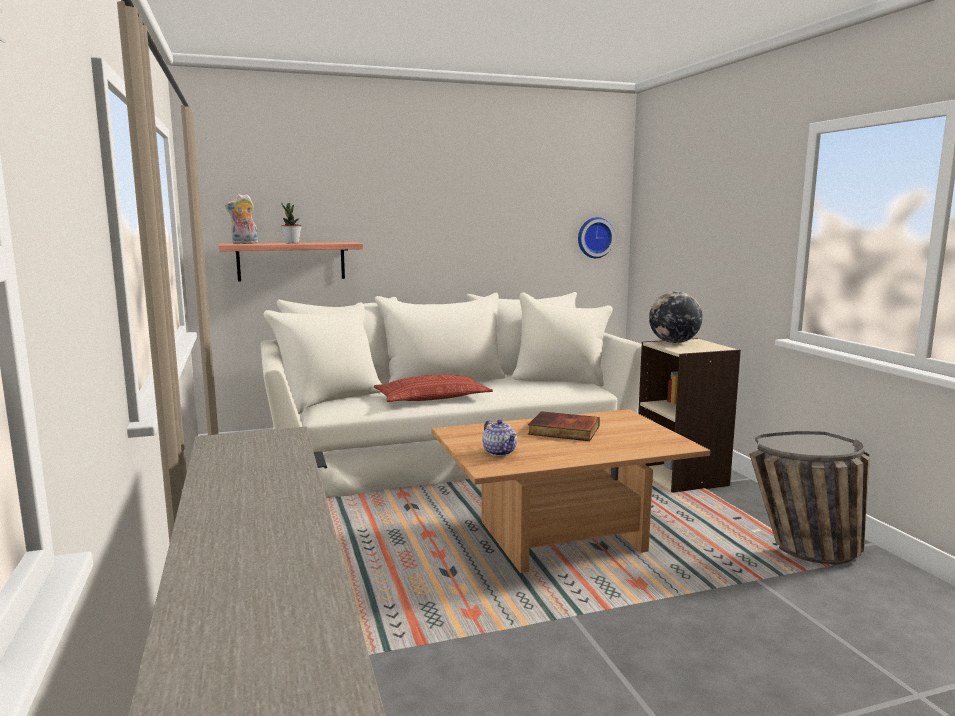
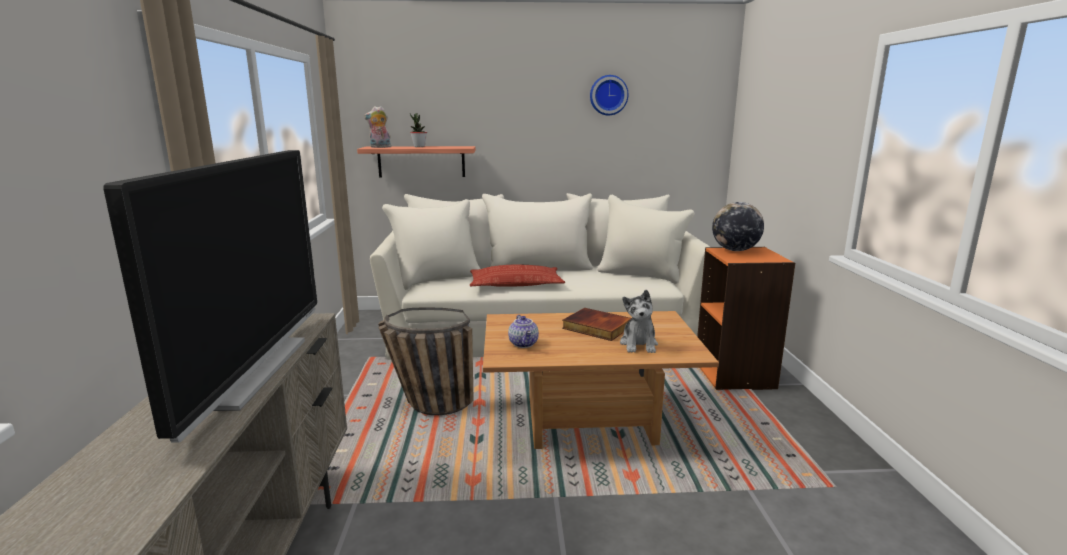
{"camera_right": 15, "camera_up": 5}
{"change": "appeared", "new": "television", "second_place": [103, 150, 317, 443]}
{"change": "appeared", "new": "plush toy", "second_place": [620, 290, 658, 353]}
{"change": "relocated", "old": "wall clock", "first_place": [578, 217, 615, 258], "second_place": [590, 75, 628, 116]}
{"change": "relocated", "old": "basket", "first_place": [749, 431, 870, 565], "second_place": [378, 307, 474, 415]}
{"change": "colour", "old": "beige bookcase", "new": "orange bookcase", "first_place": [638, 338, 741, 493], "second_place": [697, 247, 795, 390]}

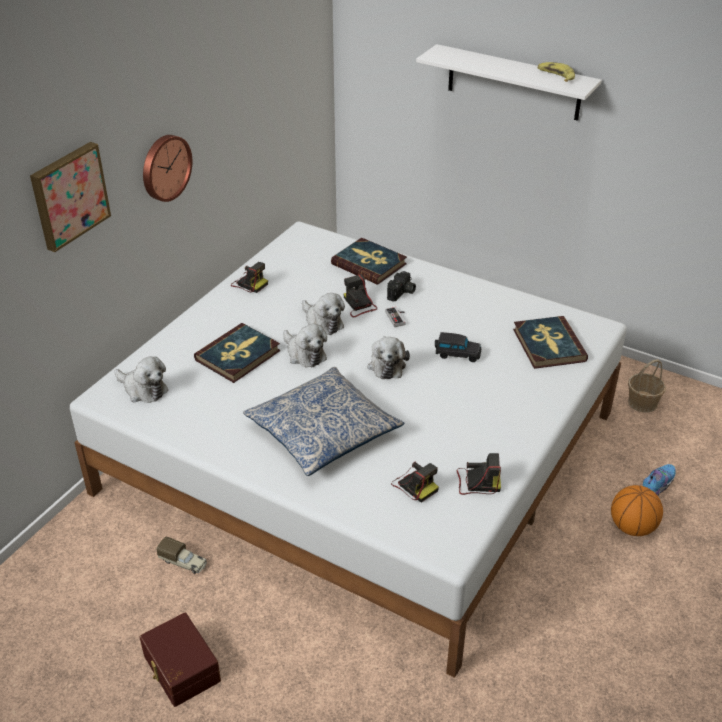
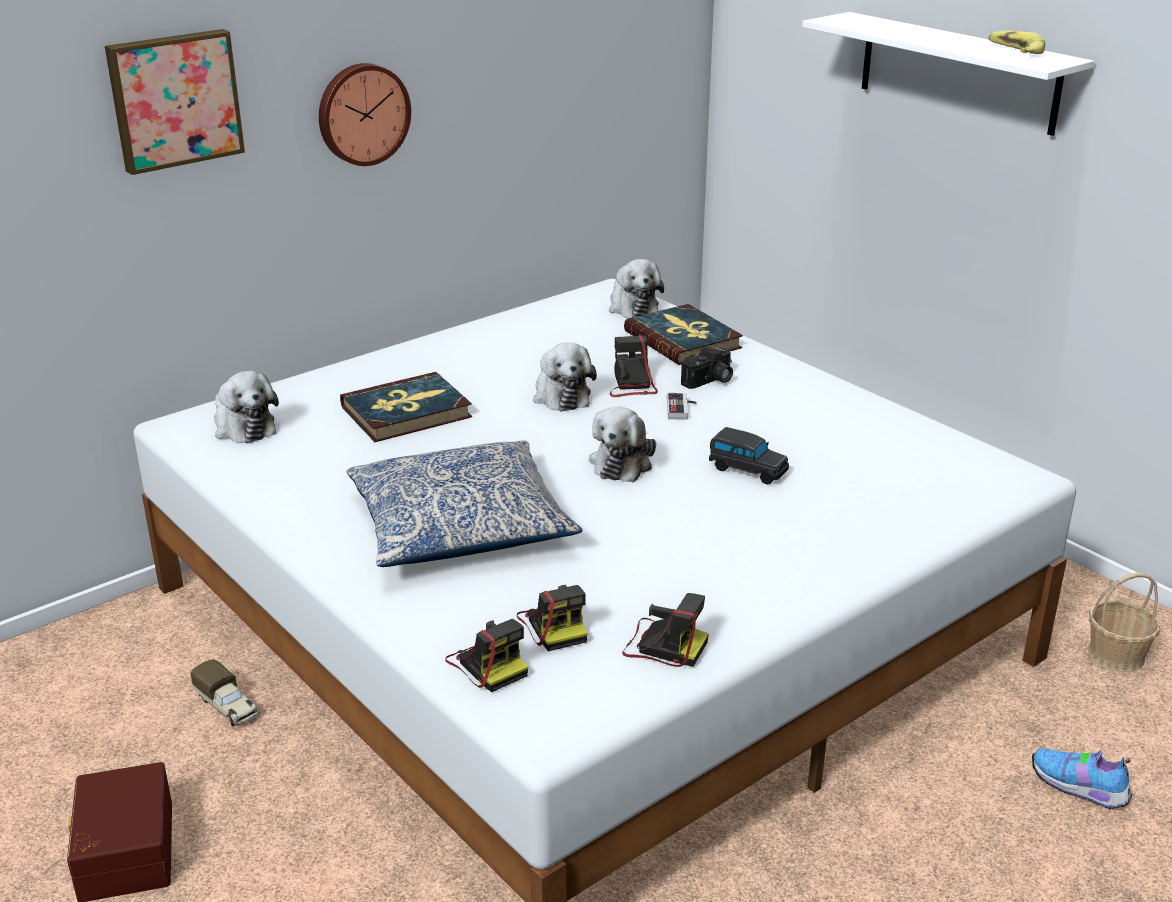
{"camera_right": 20, "camera_up": -10}
{"change": "missing", "old": "book", "first_place": [513, 316, 588, 369]}
{"change": "missing", "old": "basketball", "first_place": [611, 485, 663, 536]}
{"change": "relocated", "old": "photo camera", "first_place": [231, 262, 268, 293], "second_place": [445, 619, 528, 692]}
{"change": "relocated", "old": "plush toy", "first_place": [283, 324, 327, 367], "second_place": [609, 259, 664, 318]}
{"change": "spun", "old": "shoe", "first_place": [642, 464, 676, 496], "second_place": [1032, 748, 1133, 809], "degrees": -120}

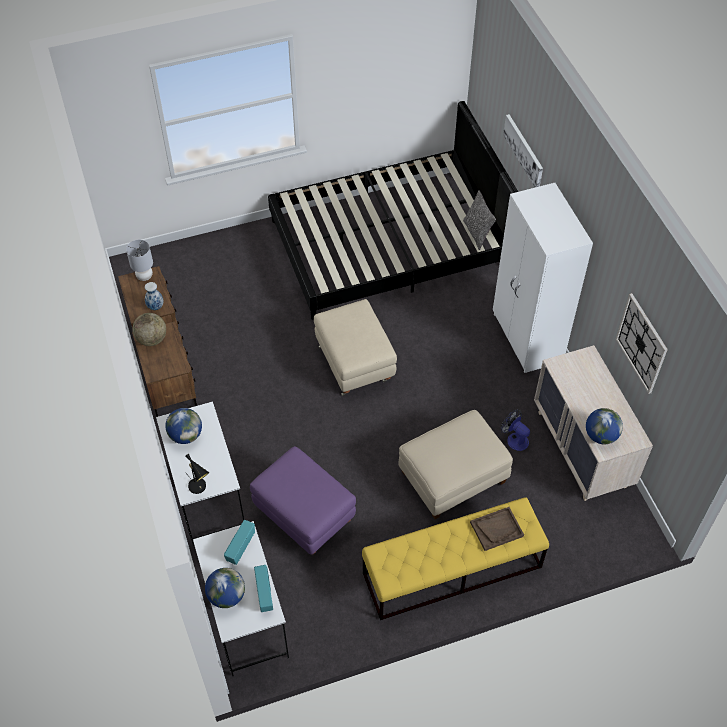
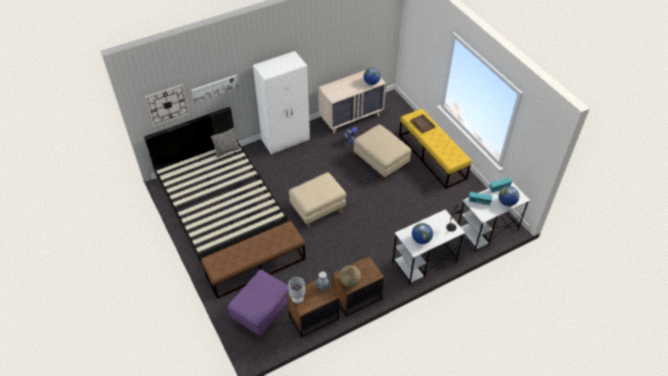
{"camera_right": -100, "camera_up": -5}
{"change": "appeared", "new": "brown bench", "second_place": [201, 221, 305, 299]}
{"change": "relocated", "old": "purple ottoman", "first_place": [250, 446, 356, 555], "second_place": [228, 269, 289, 336]}
{"change": "relocated", "old": "wall clock", "first_place": [616, 293, 668, 394], "second_place": [145, 84, 189, 126]}

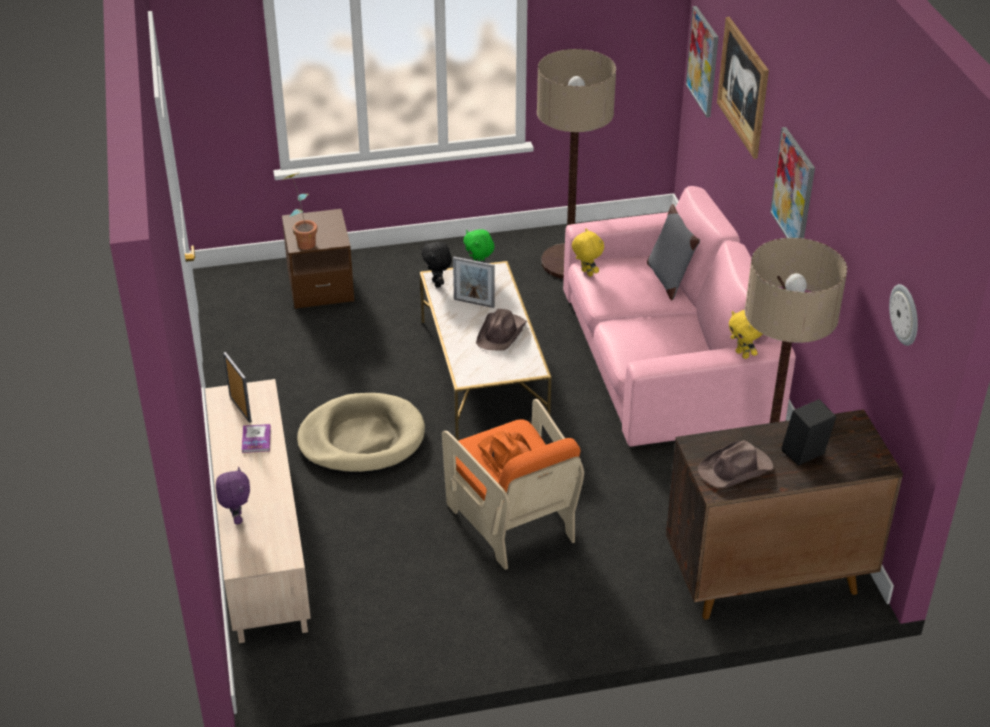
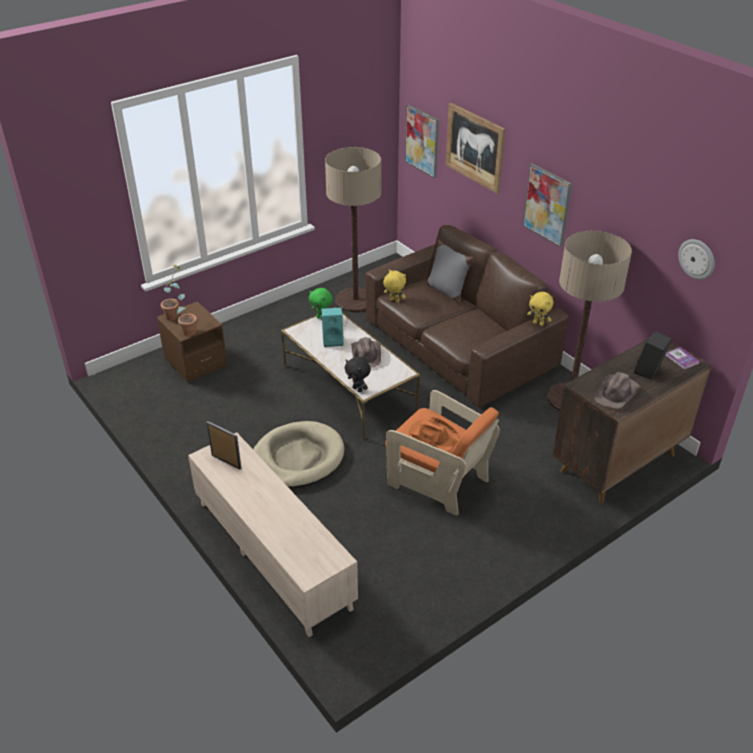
{"camera_right": -25, "camera_up": 0}
{"change": "missing", "old": "purple plush toy", "first_place": [216, 467, 250, 524]}
{"change": "appeared", "new": "potted plant", "second_place": [161, 264, 184, 321]}
{"change": "relocated", "old": "book", "first_place": [242, 424, 271, 453], "second_place": [665, 347, 700, 370]}
{"change": "relocated", "old": "black plush toy", "first_place": [422, 241, 452, 288], "second_place": [344, 357, 371, 393]}
{"change": "exchanged", "old": "picture frame", "new": "turquoise speaker", "first_place": [453, 257, 495, 308], "second_place": [321, 308, 344, 347]}
{"change": "colour", "old": "pink sofa", "new": "brown sofa", "first_place": [563, 186, 796, 447], "second_place": [366, 225, 568, 407]}

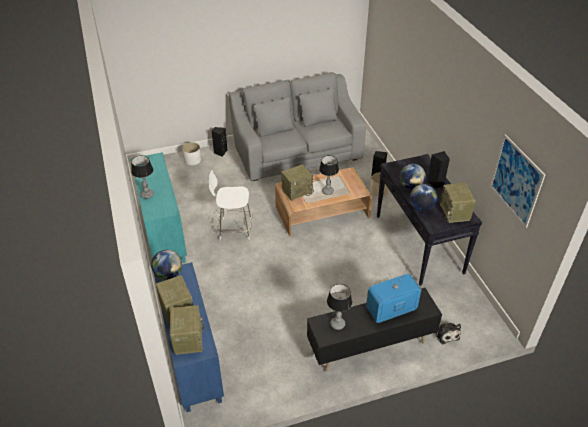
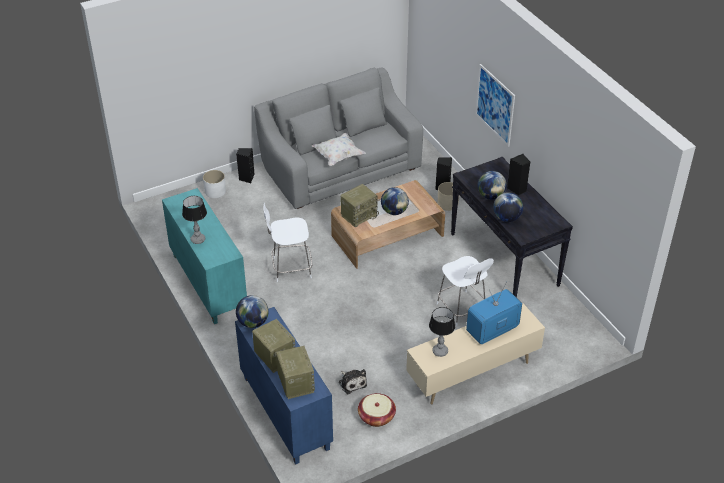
{"camera_right": -10, "camera_up": 0}
{"change": "missing", "old": "radio", "first_place": [440, 183, 476, 223]}
{"change": "appeared", "new": "white pillow", "second_place": [312, 133, 366, 166]}
{"change": "appeared", "new": "basket", "second_place": [358, 393, 396, 427]}
{"change": "appeared", "new": "white stool", "second_place": [437, 256, 494, 326]}
{"change": "relocated", "old": "plush toy", "first_place": [435, 323, 461, 344], "second_place": [339, 369, 367, 394]}
{"change": "relocated", "old": "picture", "first_place": [490, 134, 545, 228], "second_place": [475, 64, 515, 147]}
{"change": "exchanged", "old": "table lamp", "new": "globe", "first_place": [319, 155, 339, 195], "second_place": [381, 187, 409, 215]}
{"change": "colour", "old": "black tv stand", "new": "beige tv stand", "first_place": [307, 288, 442, 371], "second_place": [406, 303, 545, 405]}

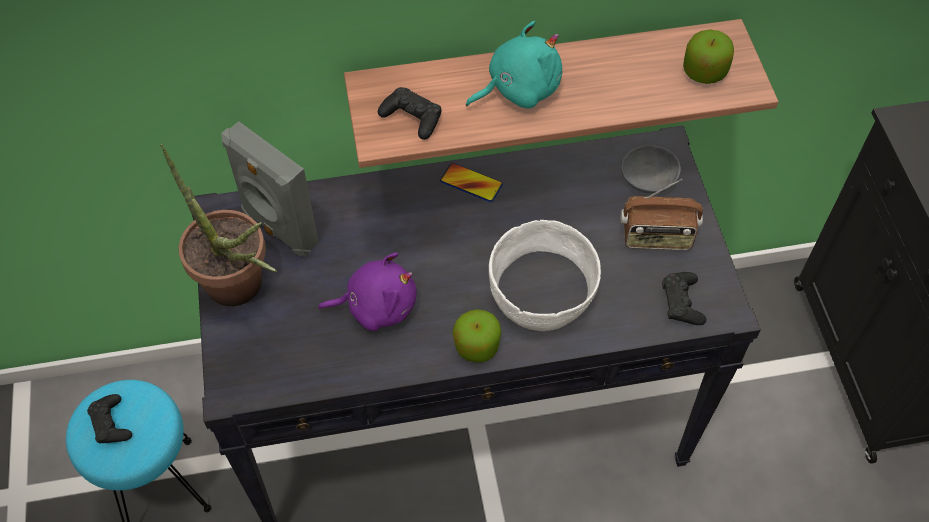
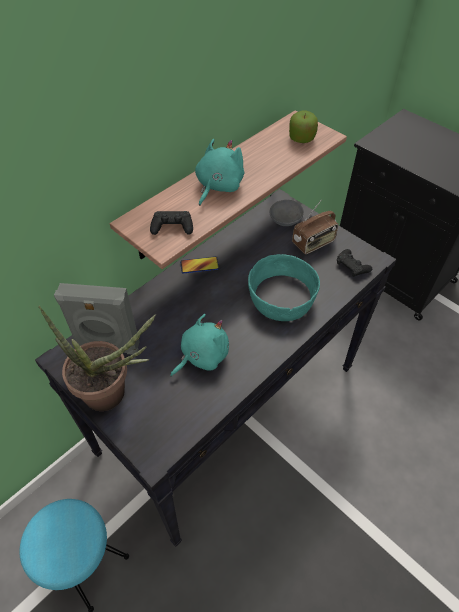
{"camera_right": -35, "camera_up": -5}
{"change": "missing", "old": "black game controller", "first_place": [87, 394, 132, 443]}
{"change": "missing", "old": "apple", "first_place": [452, 309, 501, 363]}
{"change": "colour", "old": "purple plush toy", "new": "turquoise plush toy", "first_place": [318, 253, 416, 331], "second_place": [170, 314, 229, 377]}
{"change": "colour", "old": "white bowl", "new": "turquoise bowl", "first_place": [489, 220, 601, 331], "second_place": [248, 254, 320, 321]}

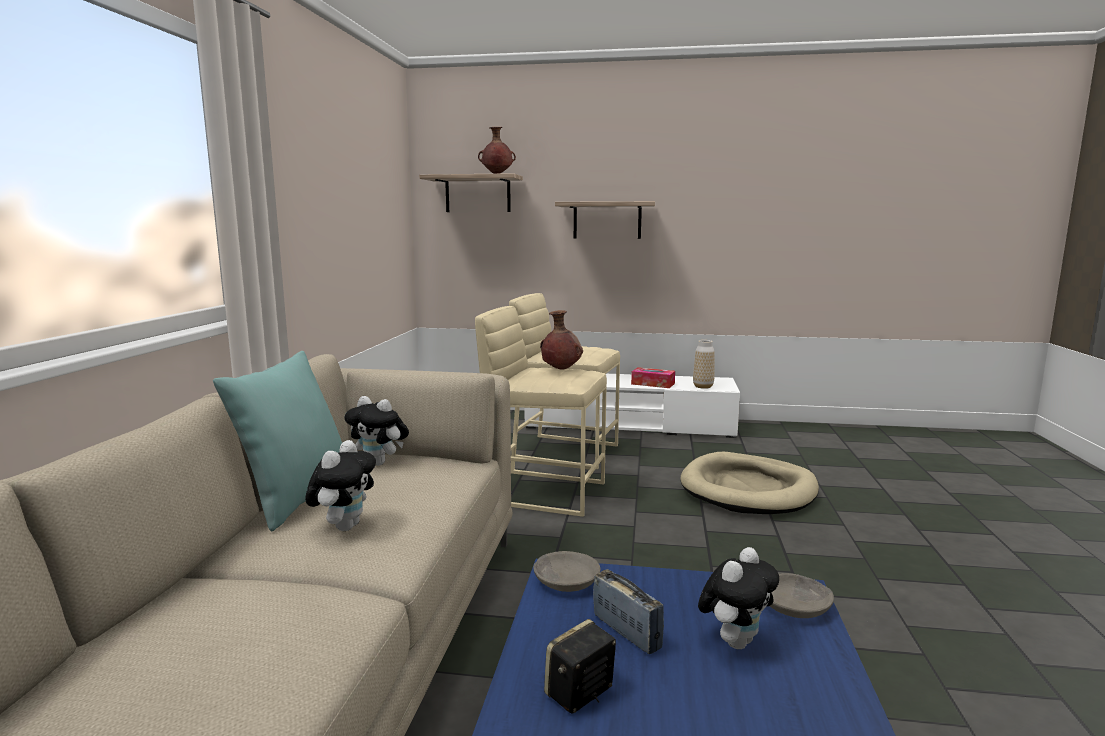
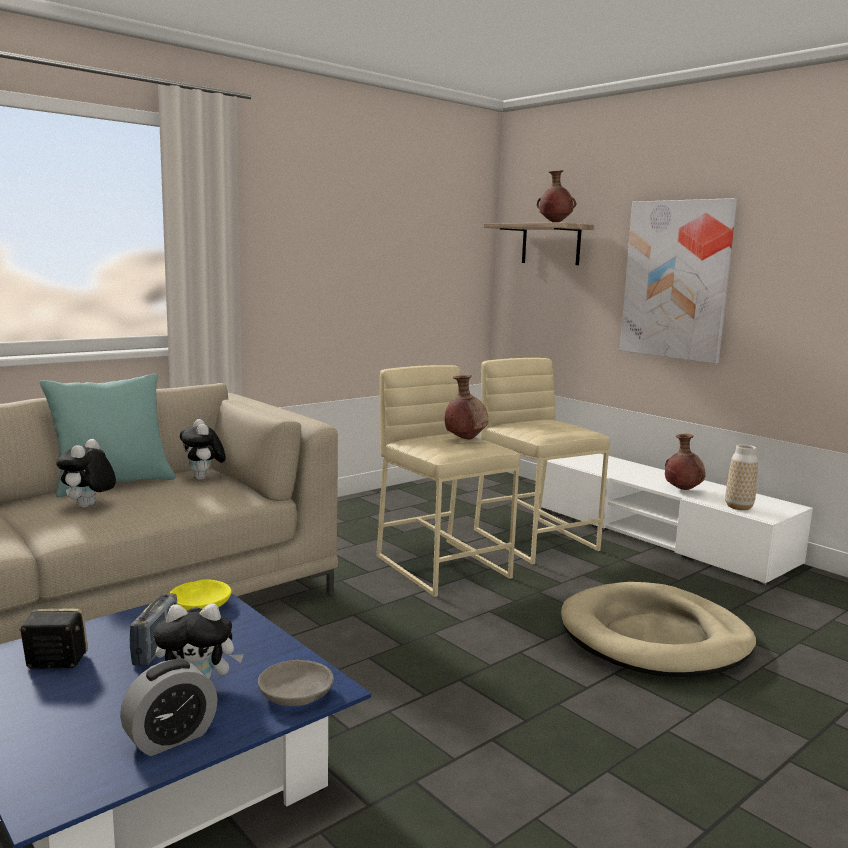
{"camera_right": 40, "camera_up": 0}
{"change": "appeared", "new": "alarm clock", "second_place": [120, 659, 218, 756]}
{"change": "exchanged", "old": "shelf", "new": "picture", "first_place": [555, 201, 655, 239], "second_place": [620, 198, 737, 364]}
{"change": "exchanged", "old": "tissue box", "new": "brown vase", "first_place": [631, 367, 675, 388], "second_place": [665, 434, 705, 490]}
{"change": "colour", "old": "grey bowl", "new": "yellow bowl", "first_place": [533, 551, 600, 592], "second_place": [170, 579, 232, 611]}
{"change": "spun", "old": "plush toy", "first_place": [305, 440, 376, 531], "second_place": [56, 439, 116, 508], "degrees": 135}

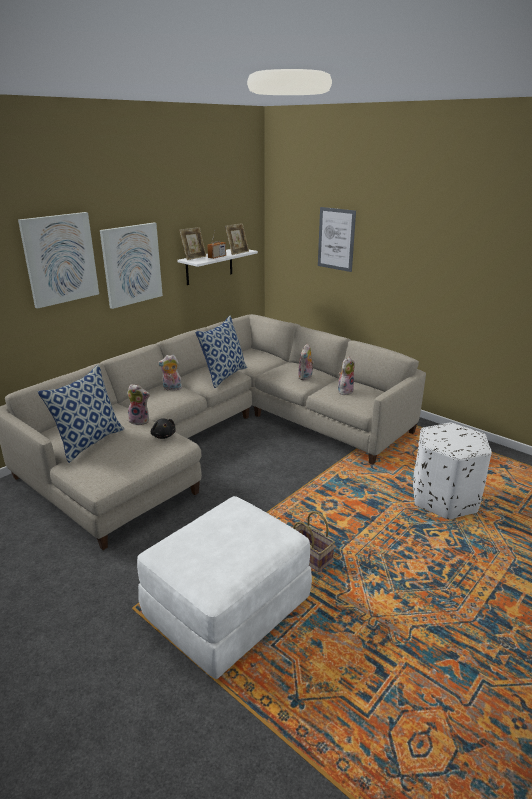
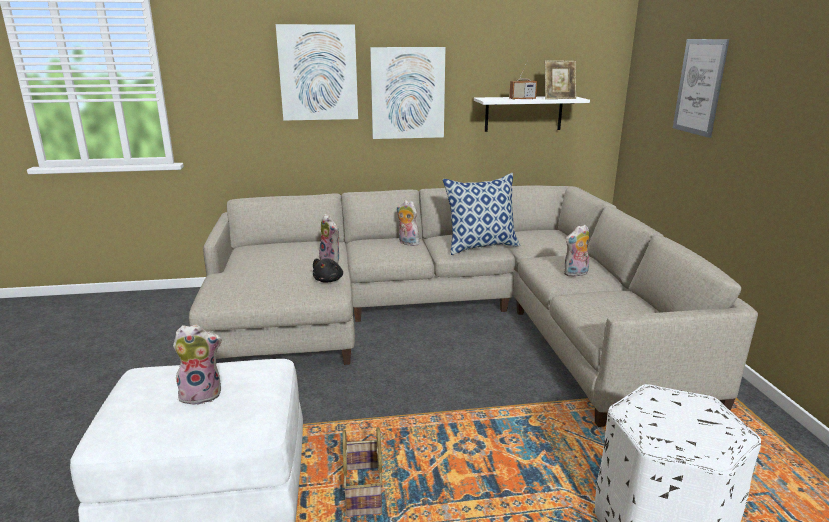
{"camera_right": 40, "camera_up": -5}
{"change": "missing", "old": "pillow", "first_place": [38, 364, 124, 463]}
{"change": "missing", "old": "picture frame", "first_place": [179, 227, 207, 260]}
{"change": "relocated", "old": "plush toy", "first_place": [338, 357, 355, 395], "second_place": [173, 324, 222, 405]}

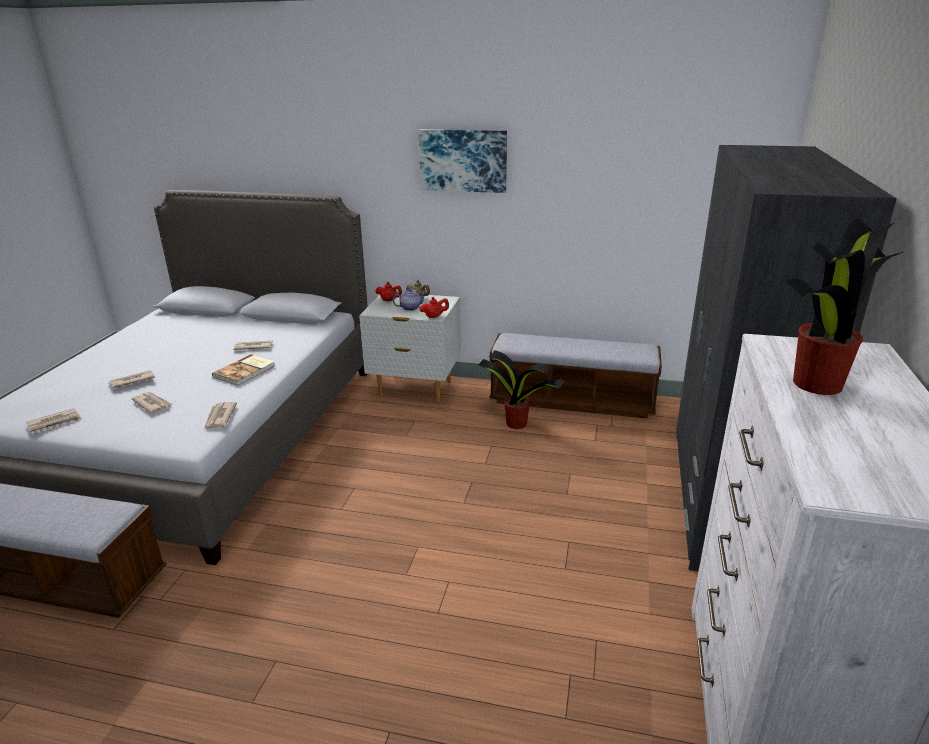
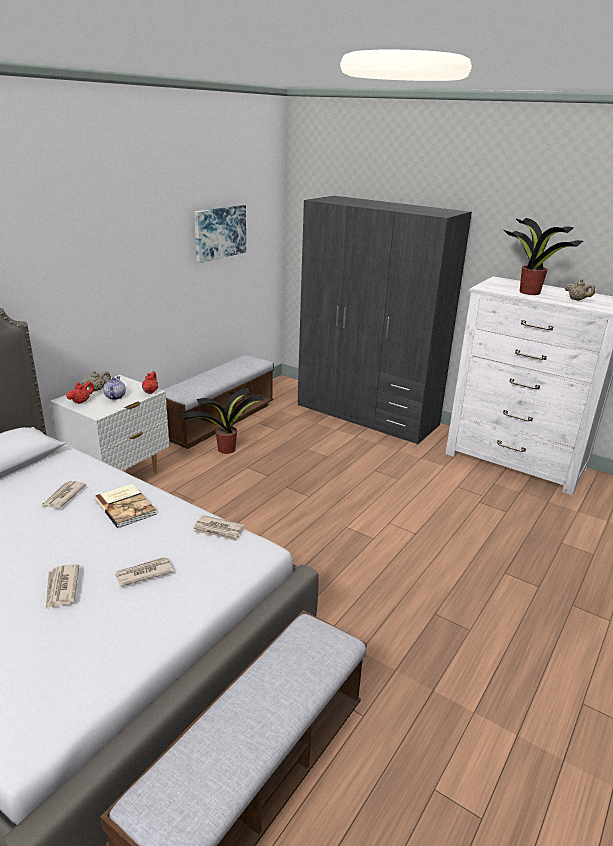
{"camera_right": -70, "camera_up": 0}
{"change": "missing", "old": "newspaper", "first_place": [26, 408, 82, 433]}
{"change": "appeared", "new": "beige teapot", "second_place": [565, 279, 595, 300]}
{"change": "relocated", "old": "picture", "first_place": [418, 129, 507, 193], "second_place": [194, 205, 246, 263]}

